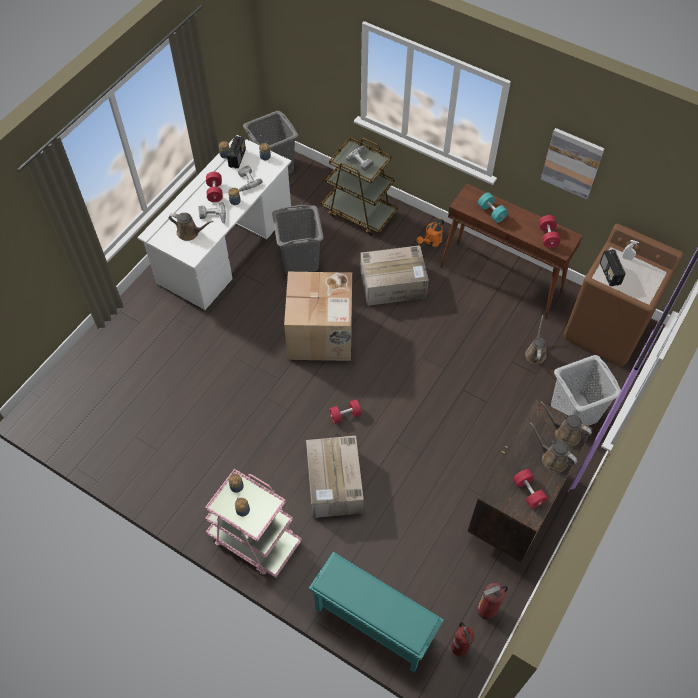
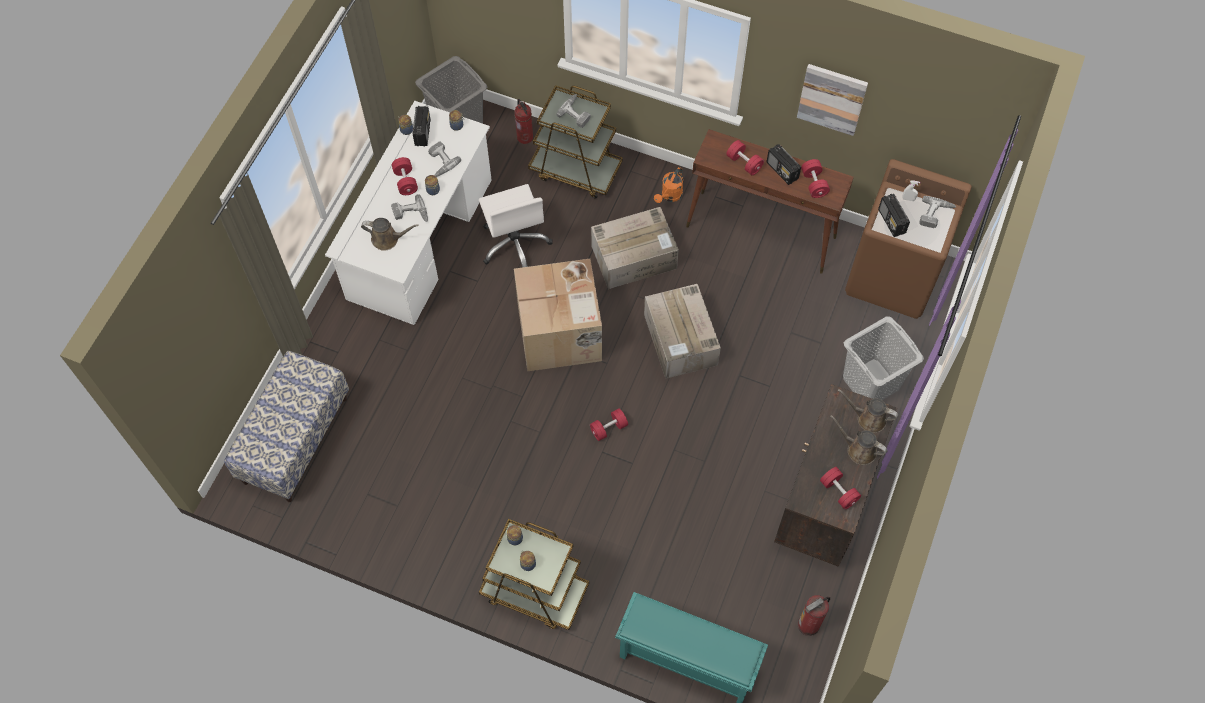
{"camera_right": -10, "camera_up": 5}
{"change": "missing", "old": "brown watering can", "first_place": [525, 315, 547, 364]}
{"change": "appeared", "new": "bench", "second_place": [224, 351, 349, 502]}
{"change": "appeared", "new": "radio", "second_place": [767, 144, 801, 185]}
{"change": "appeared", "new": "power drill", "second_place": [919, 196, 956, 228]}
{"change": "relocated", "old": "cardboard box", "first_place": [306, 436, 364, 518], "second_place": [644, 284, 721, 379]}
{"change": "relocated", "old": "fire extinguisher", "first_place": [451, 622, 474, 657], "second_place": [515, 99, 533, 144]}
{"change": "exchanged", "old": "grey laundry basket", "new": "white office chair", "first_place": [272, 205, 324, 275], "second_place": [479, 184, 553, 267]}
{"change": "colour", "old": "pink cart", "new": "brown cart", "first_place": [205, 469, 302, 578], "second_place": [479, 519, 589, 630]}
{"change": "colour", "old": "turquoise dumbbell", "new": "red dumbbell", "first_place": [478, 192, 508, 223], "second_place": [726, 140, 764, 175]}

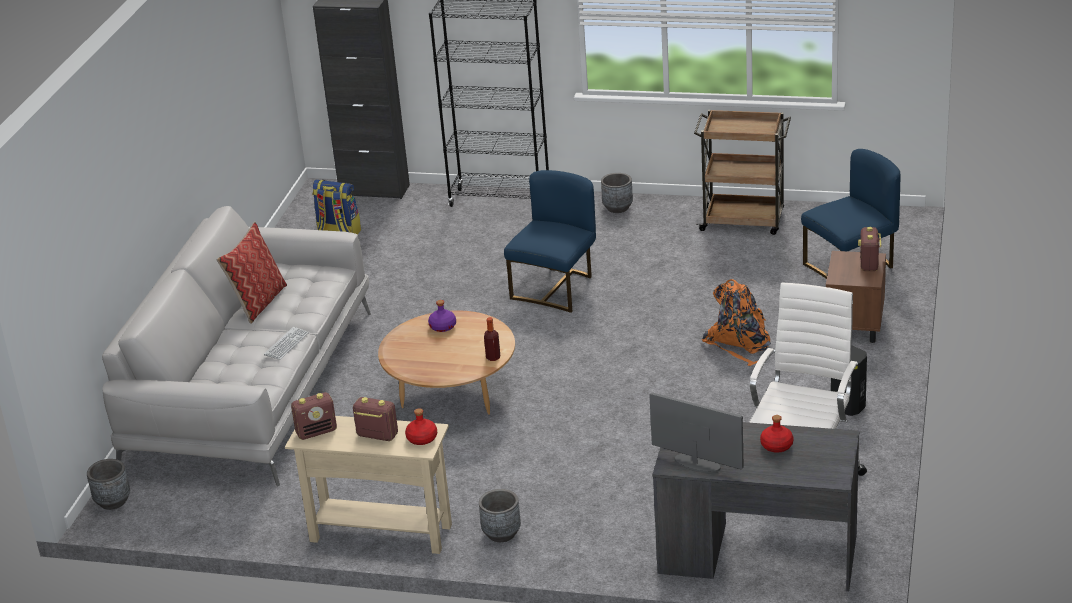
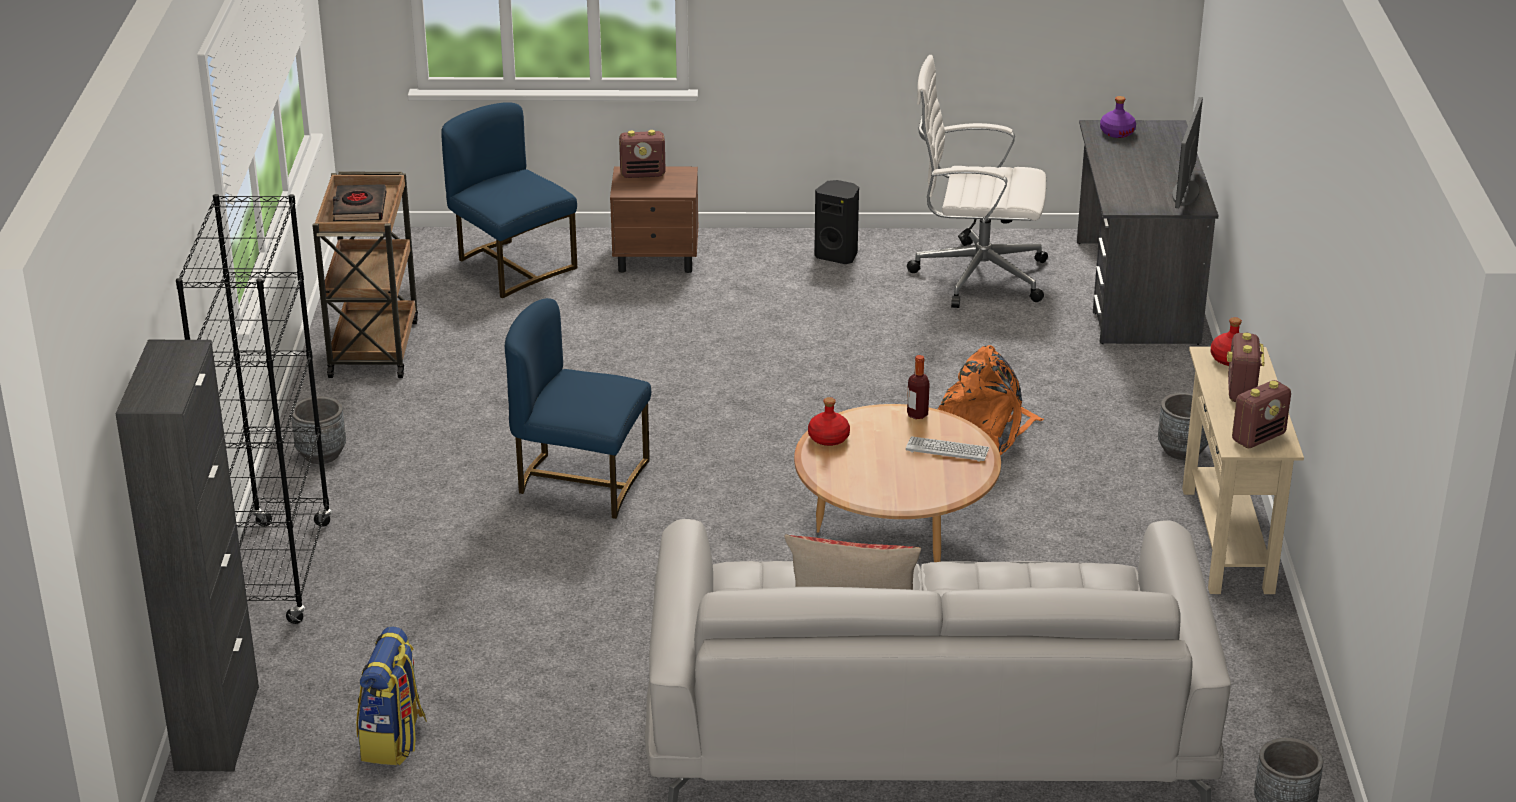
{"camera_right": -105, "camera_up": 0}
{"change": "appeared", "new": "black book", "second_place": [333, 184, 386, 221]}
{"change": "relocated", "old": "keyboard", "first_place": [264, 327, 309, 360], "second_place": [906, 436, 989, 461]}
{"change": "relocated", "old": "purple bottle", "first_place": [428, 300, 456, 332], "second_place": [1100, 96, 1136, 138]}
{"change": "relocated", "old": "orange backpack", "first_place": [702, 279, 771, 366], "second_place": [938, 345, 1044, 456]}
{"change": "relocated", "old": "red bottle", "first_place": [760, 415, 794, 453], "second_place": [808, 397, 850, 446]}
{"change": "spun", "old": "radio", "first_place": [291, 392, 337, 440], "second_place": [1232, 380, 1291, 449], "degrees": 90}

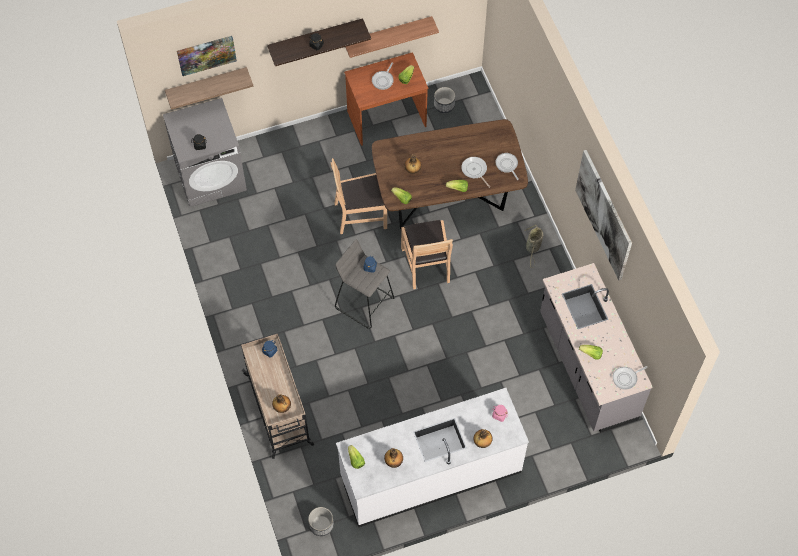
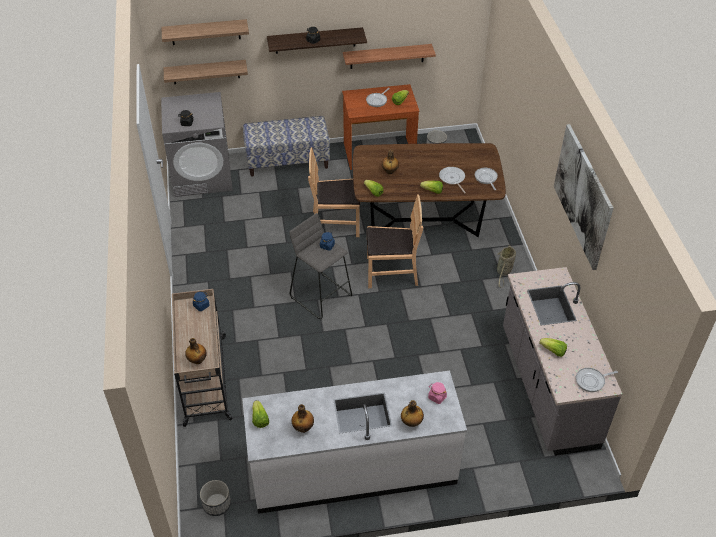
{"camera_right": 10, "camera_up": -15}
{"change": "appeared", "new": "bench", "second_place": [243, 116, 330, 177]}
{"change": "exchanged", "old": "picture", "new": "shelf", "first_place": [177, 36, 237, 76], "second_place": [162, 19, 249, 45]}
{"change": "spun", "old": "brown chair", "first_place": [401, 220, 453, 289], "second_place": [367, 194, 423, 288], "degrees": -90}

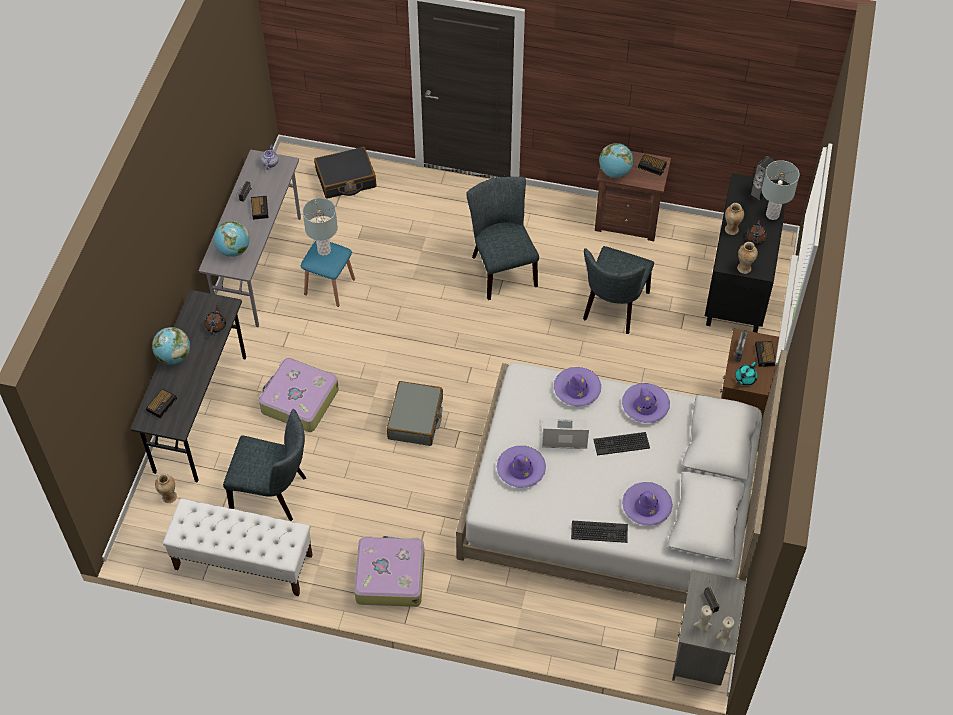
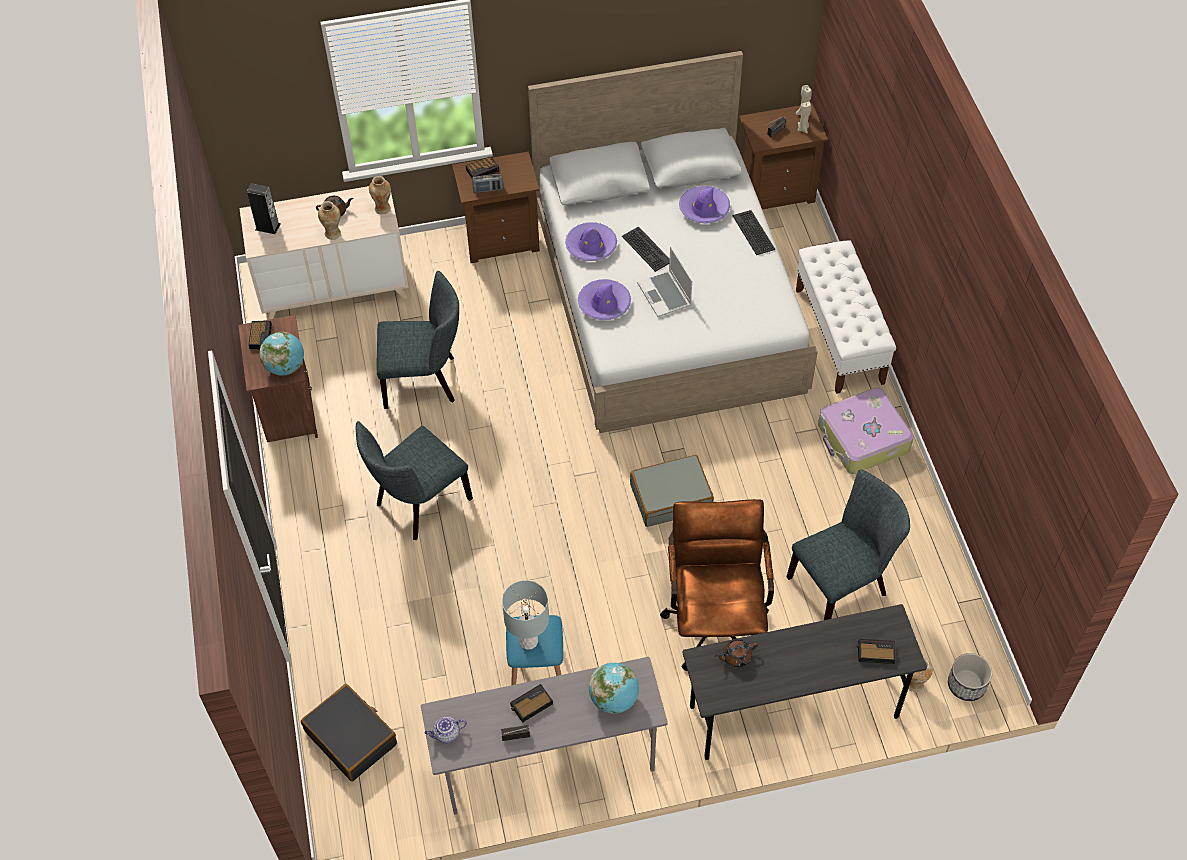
{"camera_right": -115, "camera_up": 0}
{"change": "missing", "old": "globe", "first_place": [152, 327, 190, 365]}
{"change": "missing", "old": "purple hat", "first_place": [497, 446, 546, 488]}
{"change": "missing", "old": "turquoise teapot", "first_place": [735, 362, 757, 386]}
{"change": "missing", "old": "grey table lamp", "first_place": [762, 160, 799, 220]}
{"change": "appeared", "new": "planter", "second_place": [948, 653, 992, 701]}
{"change": "relocated", "old": "white bench", "first_place": [163, 499, 313, 596], "second_place": [796, 240, 896, 394]}
{"change": "exchanged", "old": "suitcase", "new": "brown office chair", "first_place": [259, 358, 339, 432], "second_place": [660, 499, 774, 671]}
{"change": "colour", "old": "grey nightstand", "new": "brown nightstand", "first_place": [672, 570, 746, 686], "second_place": [739, 104, 828, 209]}
{"change": "colour", "old": "black dresser", "new": "beige dresser", "first_place": [705, 173, 789, 333], "second_place": [239, 186, 408, 320]}
{"change": "spun", "old": "grey chair", "first_place": [223, 409, 306, 521], "second_place": [787, 469, 910, 620], "degrees": 75}

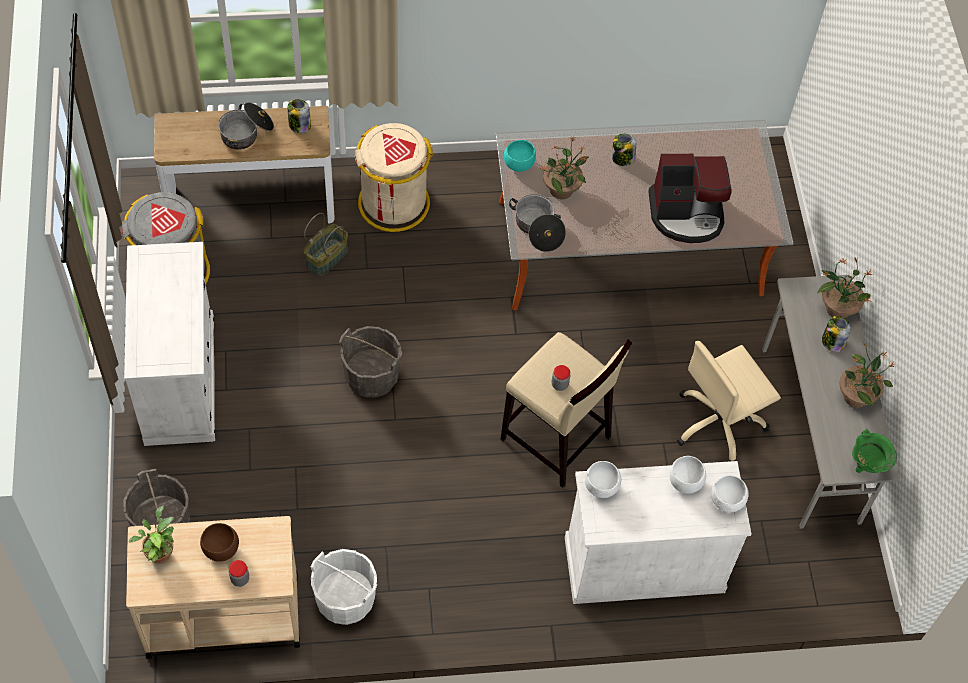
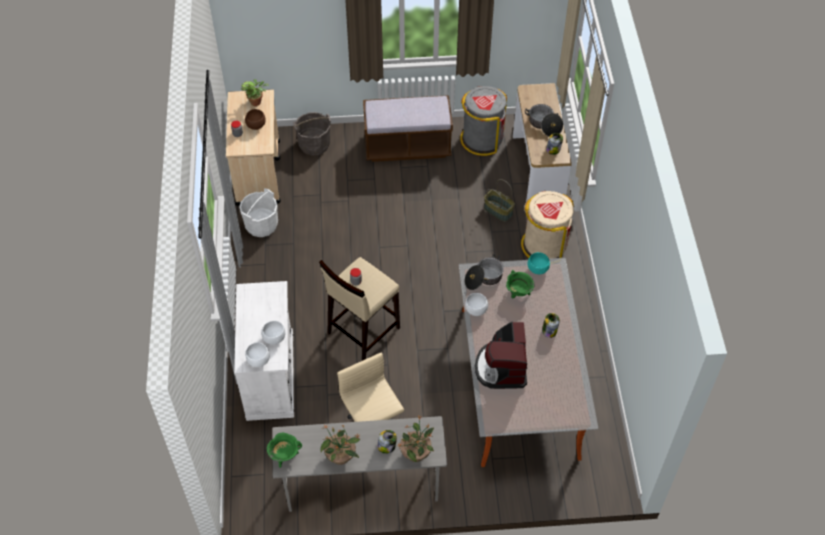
{"camera_right": 95, "camera_up": -5}
{"change": "missing", "old": "grey bucket", "first_place": [339, 326, 402, 398]}
{"change": "relocated", "old": "white bowl", "first_place": [585, 461, 621, 498], "second_place": [465, 293, 488, 316]}
{"change": "exchanged", "old": "white cabinet", "new": "brown bench", "first_place": [124, 242, 215, 446], "second_place": [363, 95, 453, 162]}
{"change": "exchanged", "old": "potted plant", "new": "green cooking pot", "first_place": [541, 136, 589, 199], "second_place": [506, 270, 535, 298]}

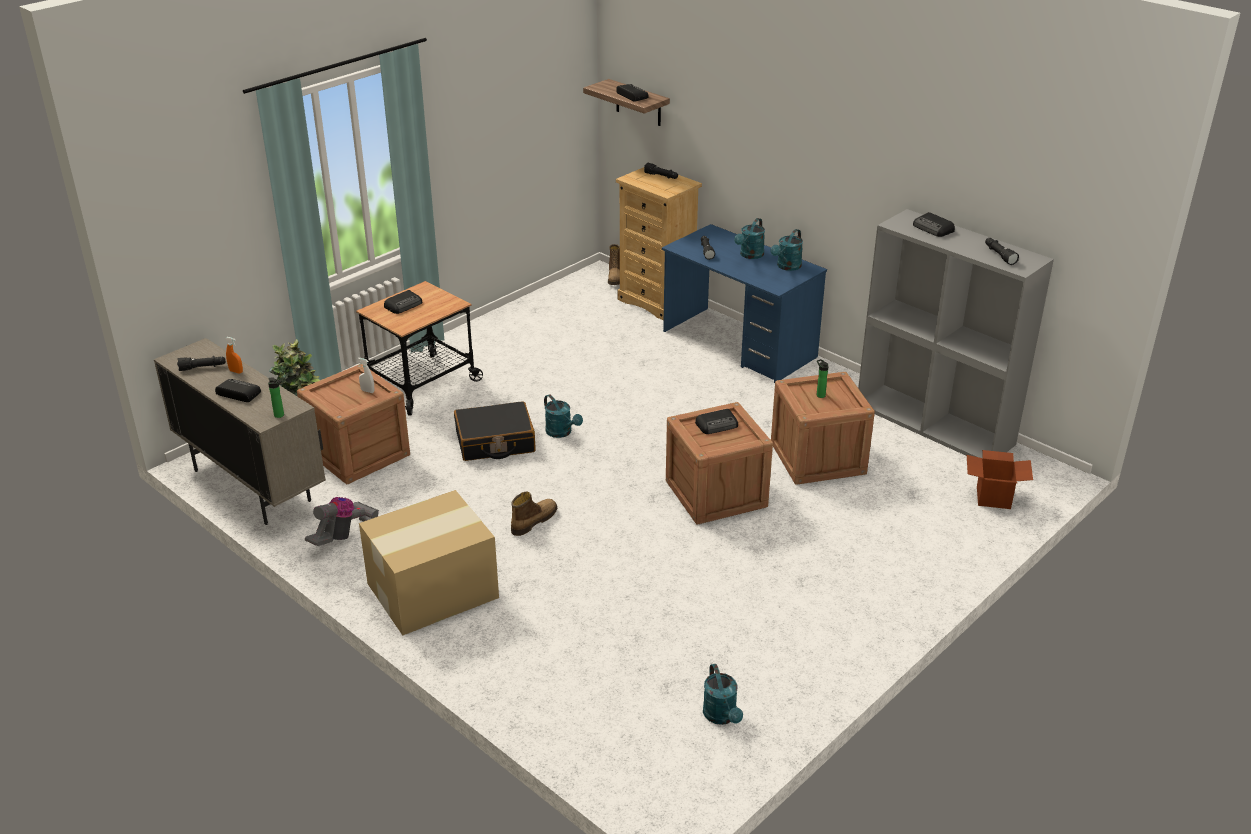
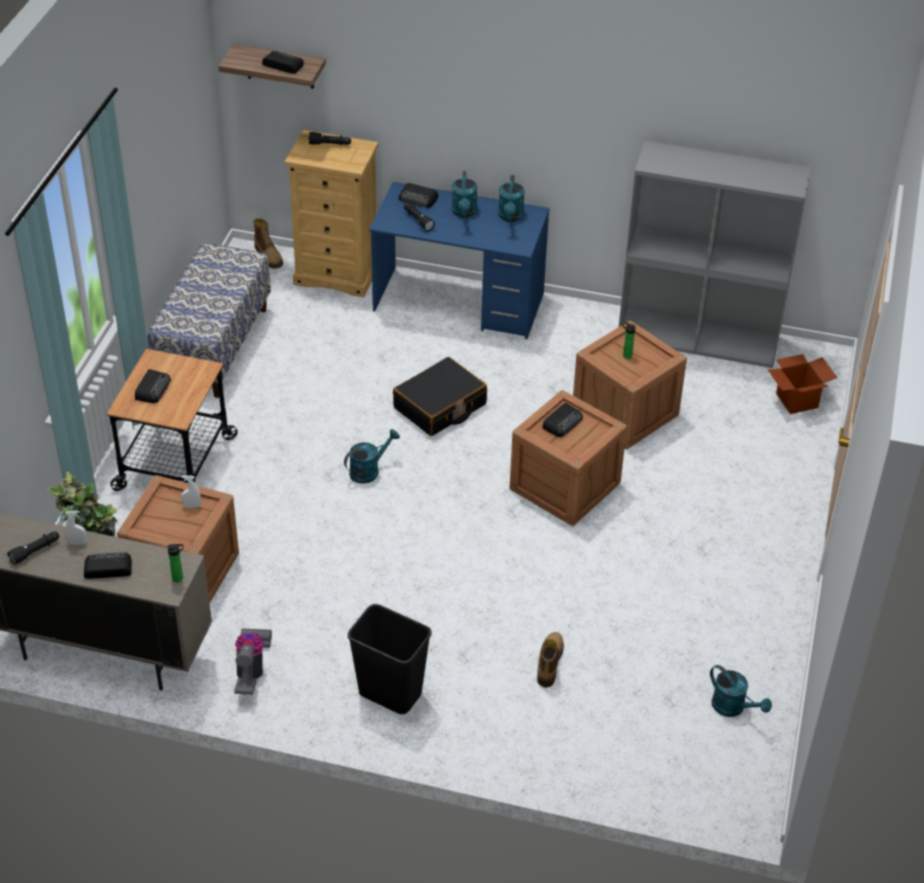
{"camera_right": -30, "camera_up": 10}
{"change": "missing", "old": "black flashlight", "first_place": [985, 238, 1019, 265]}
{"change": "appeared", "new": "bench", "second_place": [148, 243, 271, 398]}
{"change": "relocated", "old": "black suitcase", "first_place": [454, 401, 536, 461], "second_place": [393, 357, 487, 436]}
{"change": "relocated", "old": "boot", "first_place": [511, 492, 557, 536], "second_place": [537, 632, 564, 688]}
{"change": "relocated", "old": "radio", "first_place": [913, 212, 955, 237], "second_place": [399, 183, 438, 208]}
{"change": "exchanged", "old": "cardboard box", "new": "black trash can", "first_place": [359, 490, 499, 636], "second_place": [348, 604, 432, 714]}
{"change": "colour", "old": "orange spray bottle", "new": "white spray bottle", "first_place": [225, 337, 243, 373], "second_place": [65, 511, 87, 545]}
{"change": "spun", "old": "turquoise watering can", "first_place": [544, 394, 583, 438], "second_place": [344, 429, 400, 484], "degrees": -60}

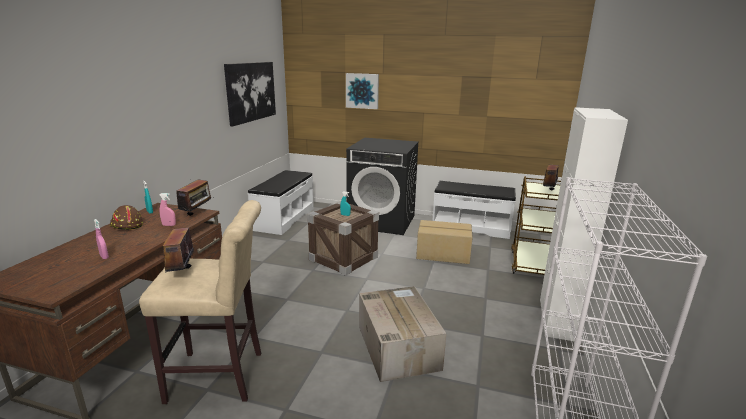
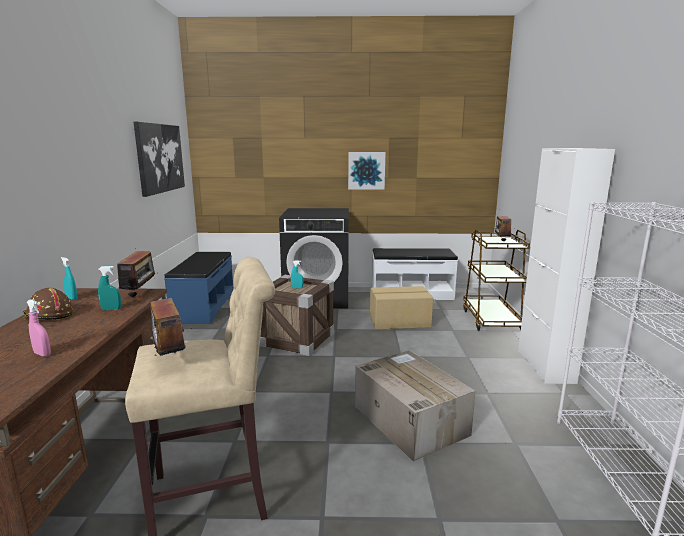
{"camera_right": -15, "camera_up": -5}
{"change": "relocated", "old": "picture", "first_place": [346, 73, 379, 109], "second_place": [348, 152, 386, 189]}
{"change": "colour", "old": "pink spray bottle", "new": "turquoise spray bottle", "first_place": [160, 193, 176, 226], "second_place": [98, 266, 121, 311]}
{"change": "colour", "old": "white bench", "new": "blue bench", "first_place": [248, 170, 314, 235], "second_place": [164, 252, 233, 324]}

